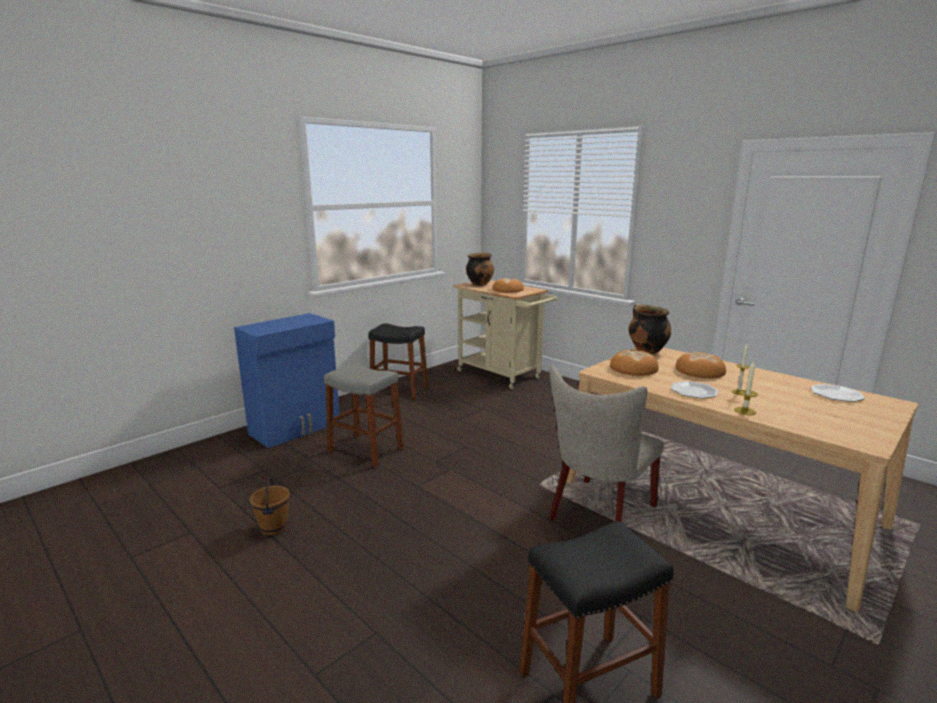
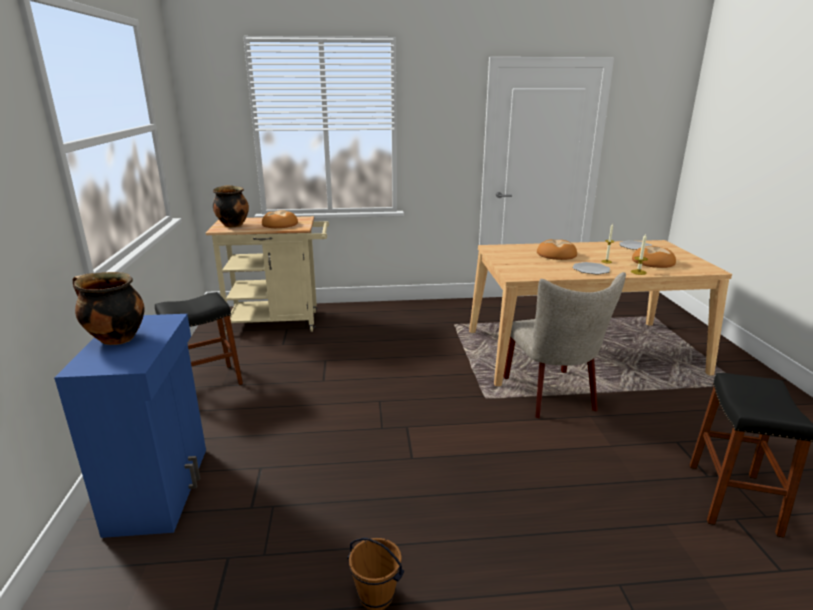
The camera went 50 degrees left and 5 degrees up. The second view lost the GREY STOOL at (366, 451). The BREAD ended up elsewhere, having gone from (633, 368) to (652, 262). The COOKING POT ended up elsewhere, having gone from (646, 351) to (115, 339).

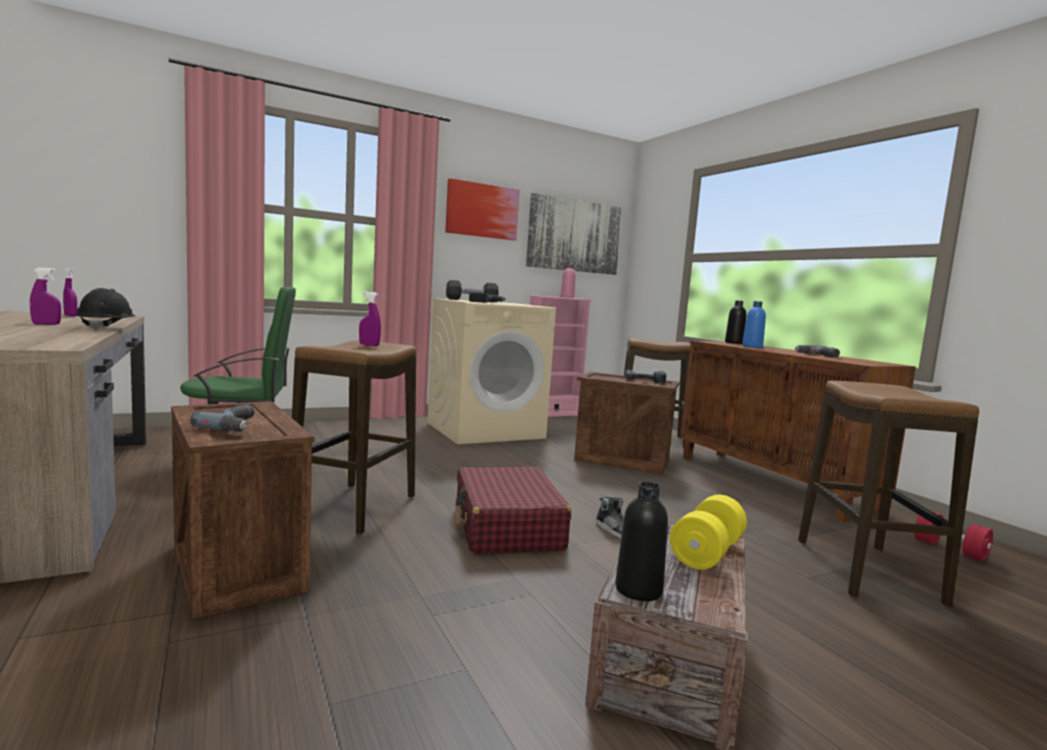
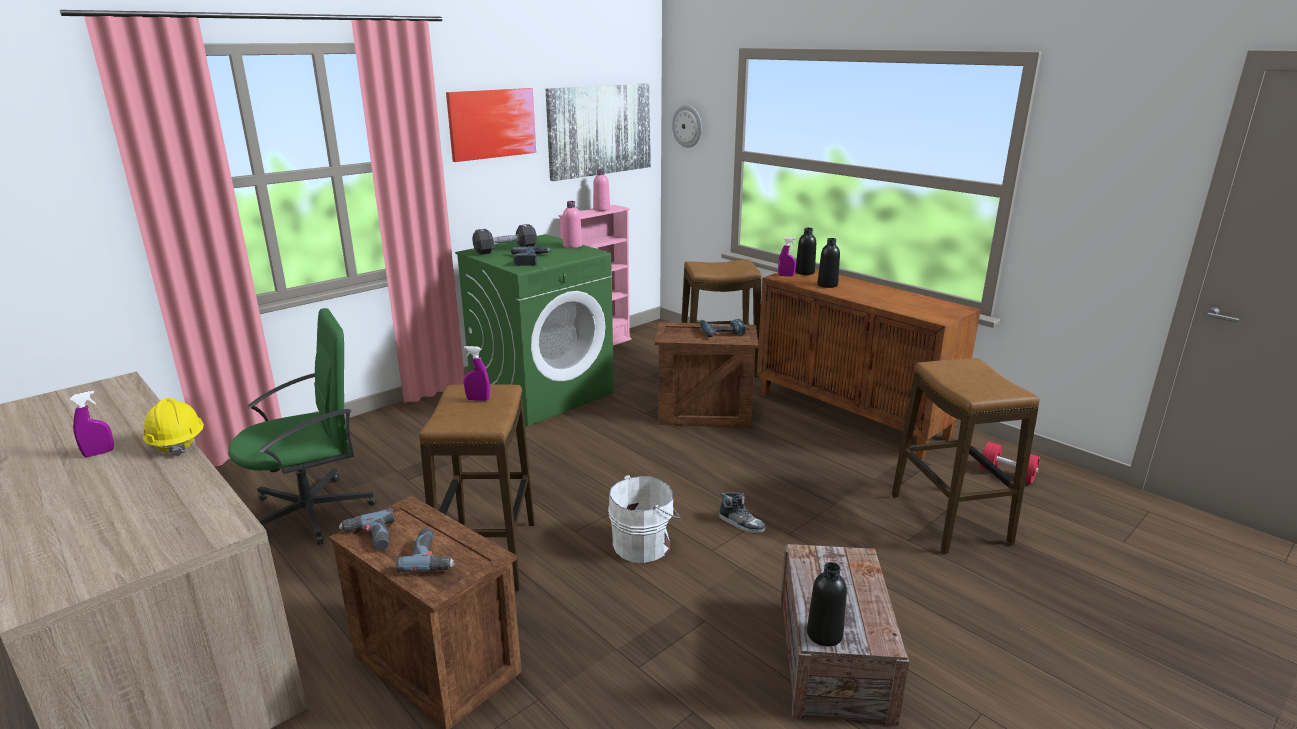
The camera went 15 degrees left and 15 degrees up. The second view lost the YELLOW DUMBBELL at (706, 553). The second view gained the PINK BOTTLE at (572, 246). The second view gained the WALL CLOCK at (687, 126). The PURPLE SPRAY BOTTLE ended up elsewhere, having gone from (70, 316) to (786, 276). The POWER DRILL ended up elsewhere, having gone from (817, 355) to (369, 538). Where the RED SUITCASE stood at (507, 527), the WHITE BUCKET came to stand at (644, 544). What was the BLACK HARD HAT at (106, 328) turned into the YELLOW HARD HAT at (177, 443). What was the BEIGE WASHING MACHINE at (485, 430) turned into the GREEN WASHING MACHINE at (542, 393). What was the BLUE BOTTLE at (752, 347) turned into the BLACK BOTTLE at (827, 285).

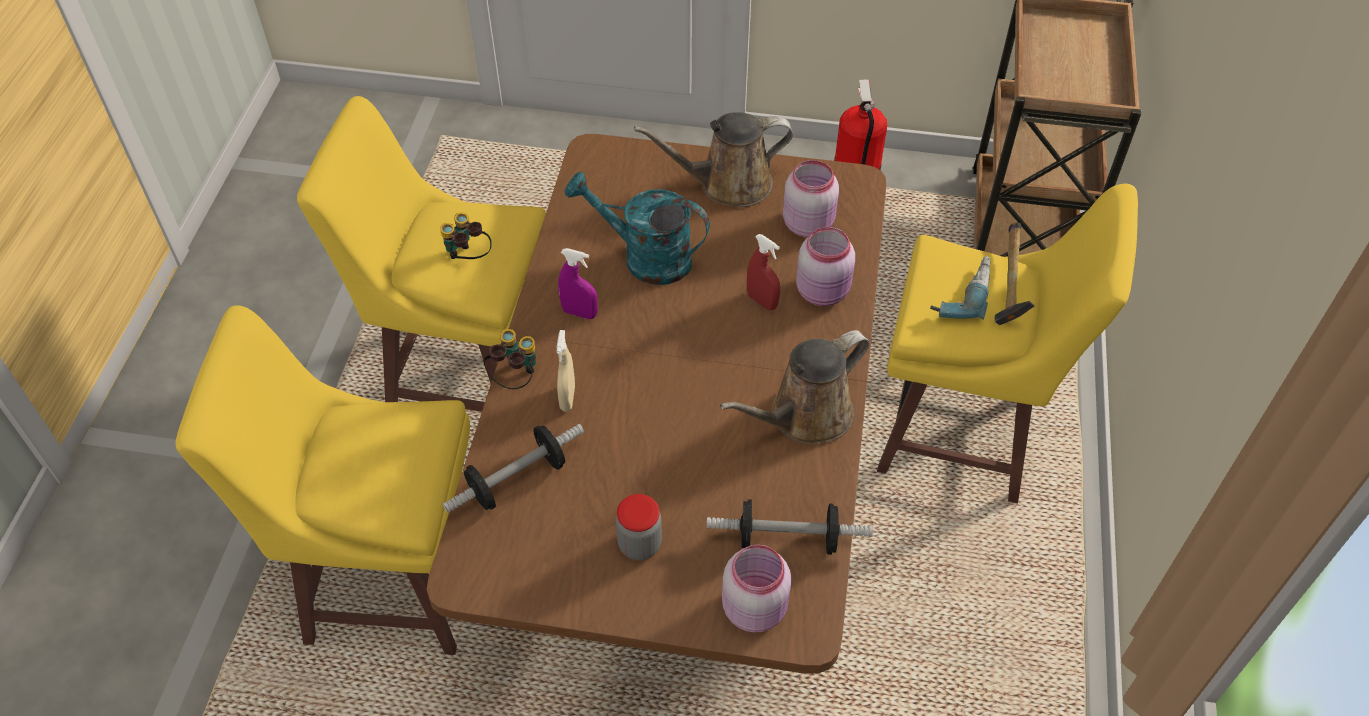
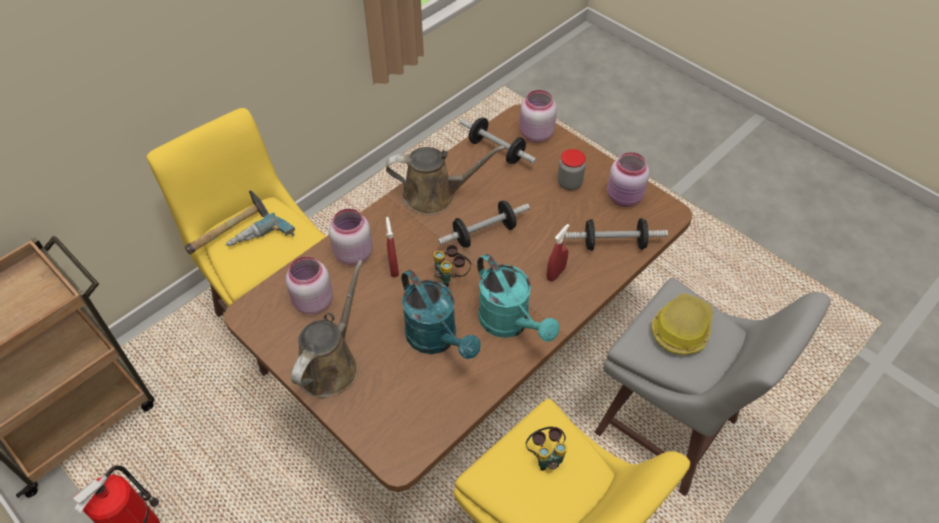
The camera went 145 degrees left and 0 degrees up. The second view gained the DUMBBELL at (484, 233). The second view gained the PINK JAR at (624, 198). The second view gained the HARD HAT at (681, 329). The BINOCULARS ended up elsewhere, having gone from (515, 378) to (451, 277). Where the PURPLE SPRAY BOTTLE stood at (579, 313), the TURQUOISE WATERING CAN came to stand at (510, 323). What was the YELLOW STOOL at (389, 579) turned into the GREY STOOL at (669, 430). What was the BEIGE SPRAY BOTTLE at (567, 398) turned into the RED SPRAY BOTTLE at (555, 273). The BROWN WATERING CAN at (728, 184) ended up facing another way, 90 degrees counterclockwise from before.

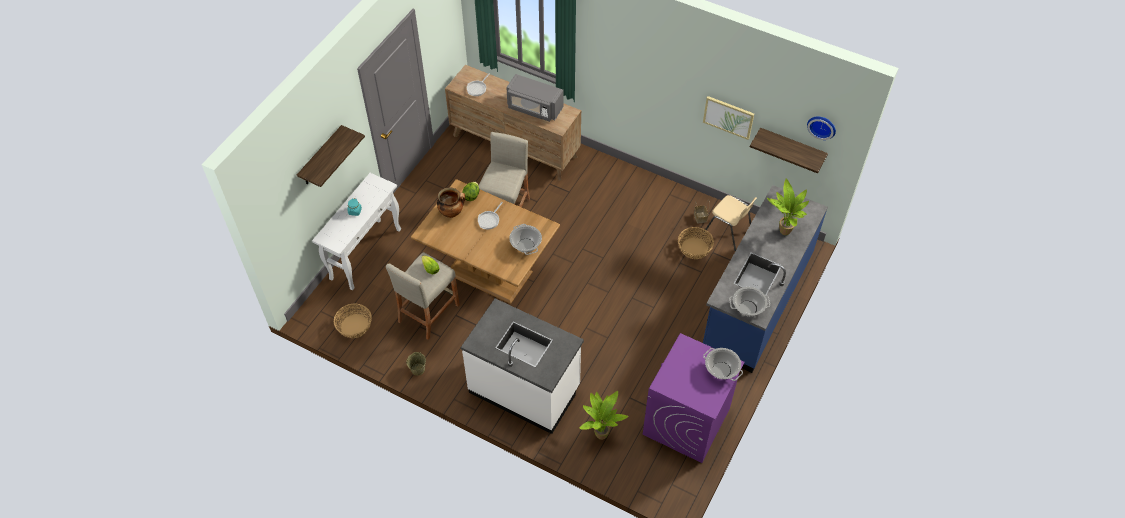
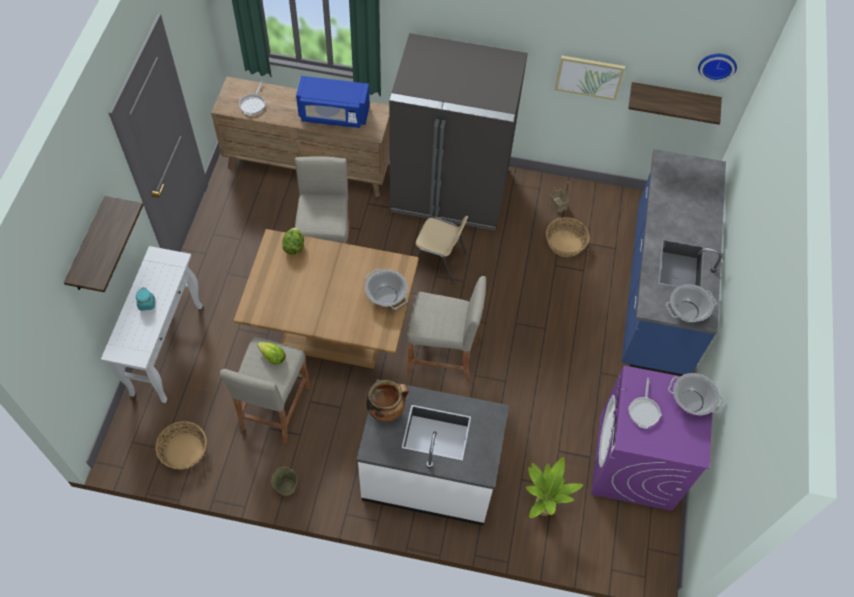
The camera went 20 degrees left and 5 degrees up. The second view lost the POTTED PLANT at (782, 231). The second view gained the GREY FRIDGE at (450, 192). The second view gained the BEIGE STOOL at (442, 356). The COOKING POT ended up elsewhere, having gone from (452, 212) to (386, 410). The FRYING PAN ended up elsewhere, having gone from (489, 220) to (644, 410). The BEIGE CHAIR ended up elsewhere, having gone from (728, 232) to (438, 261). What was the GREY MICROWAVE at (534, 108) turned into the BLUE MICROWAVE at (334, 114).

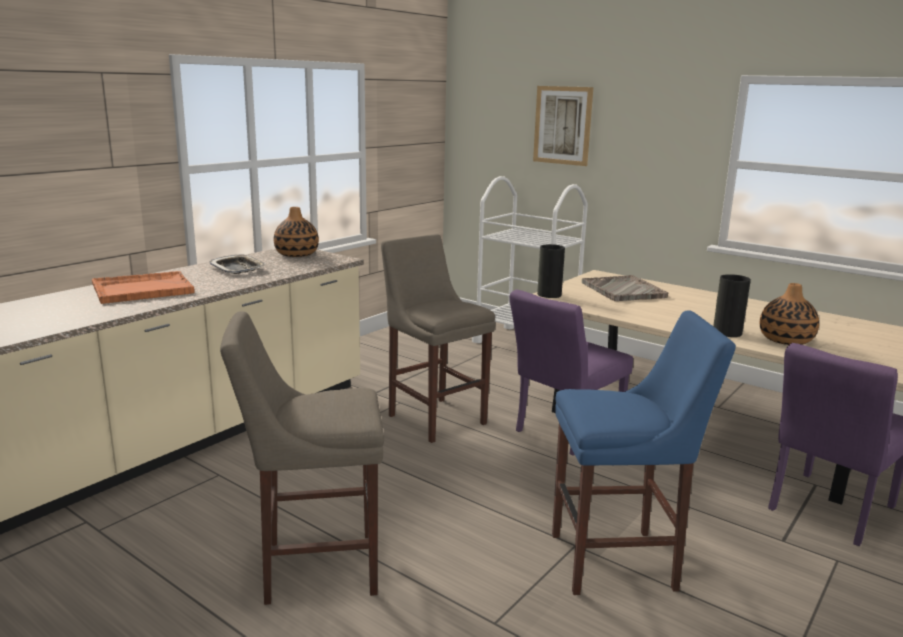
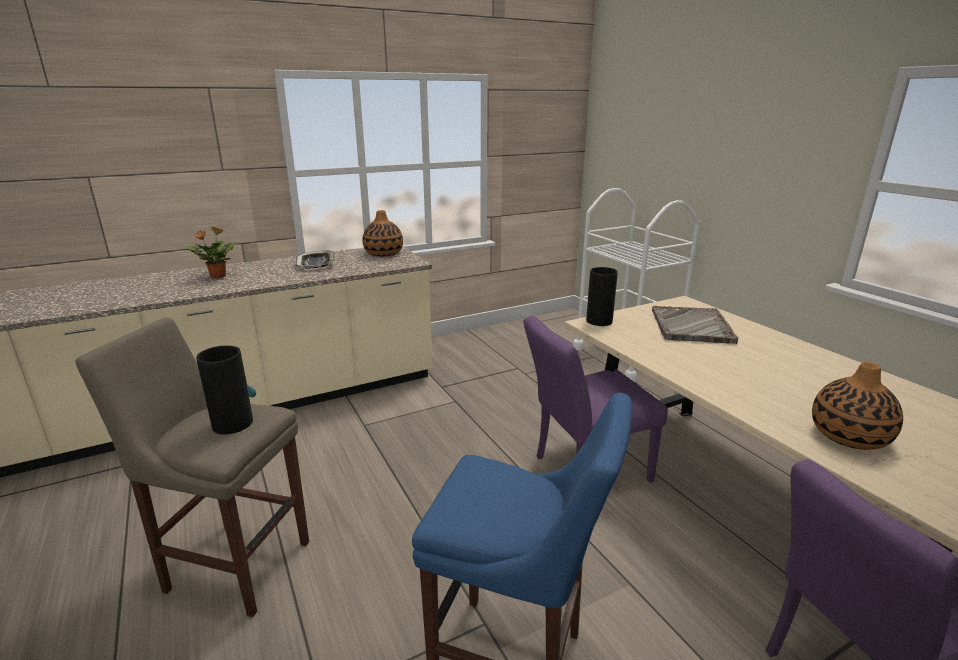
The camera went 25 degrees right and 5 degrees up. The second view lost the BEIGE STOOL at (434, 417). The second view lost the PICTURE at (562, 125). The VASE ended up elsewhere, having gone from (726, 332) to (233, 423). Where the ORANGE TRAY stood at (142, 289), the POTTED PLANT came to stand at (217, 276).

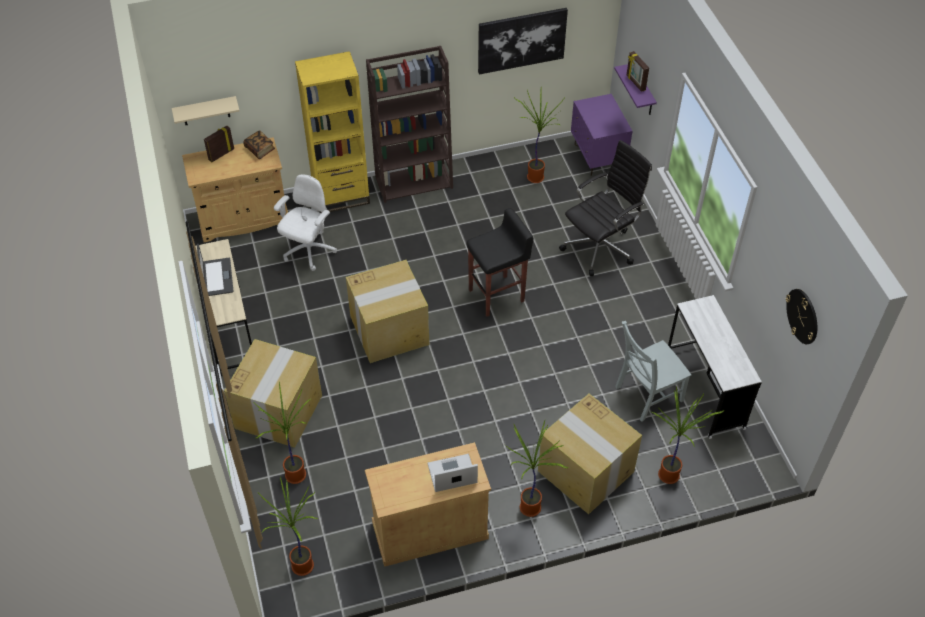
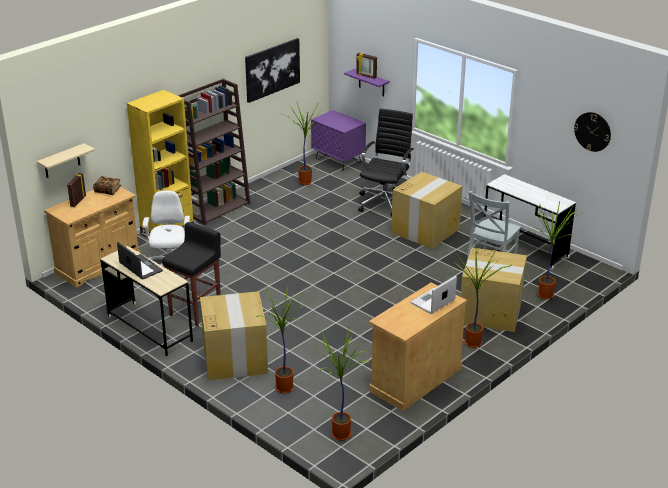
The camera went 30 degrees left and 20 degrees down. The CARDBOARD BOX ended up elsewhere, having gone from (390, 330) to (426, 230). The BLACK STOOL ended up elsewhere, having gone from (497, 296) to (196, 311).

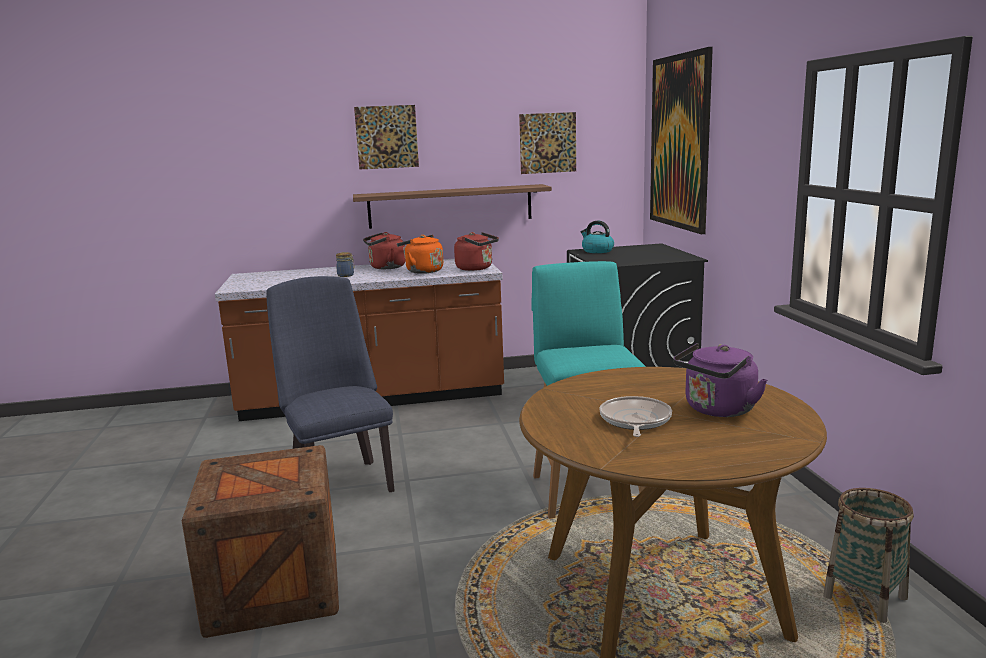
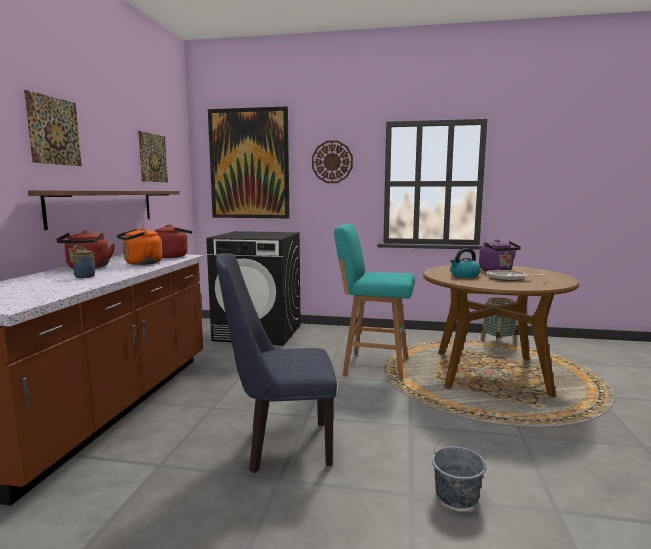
The camera went 70 degrees left and 5 degrees down. The second view gained the WALL CLOCK at (332, 162). The KETTLE ended up elsewhere, having gone from (597, 251) to (464, 275). Where the CRATE stood at (274, 589), the GREY BUCKET came to stand at (456, 495).

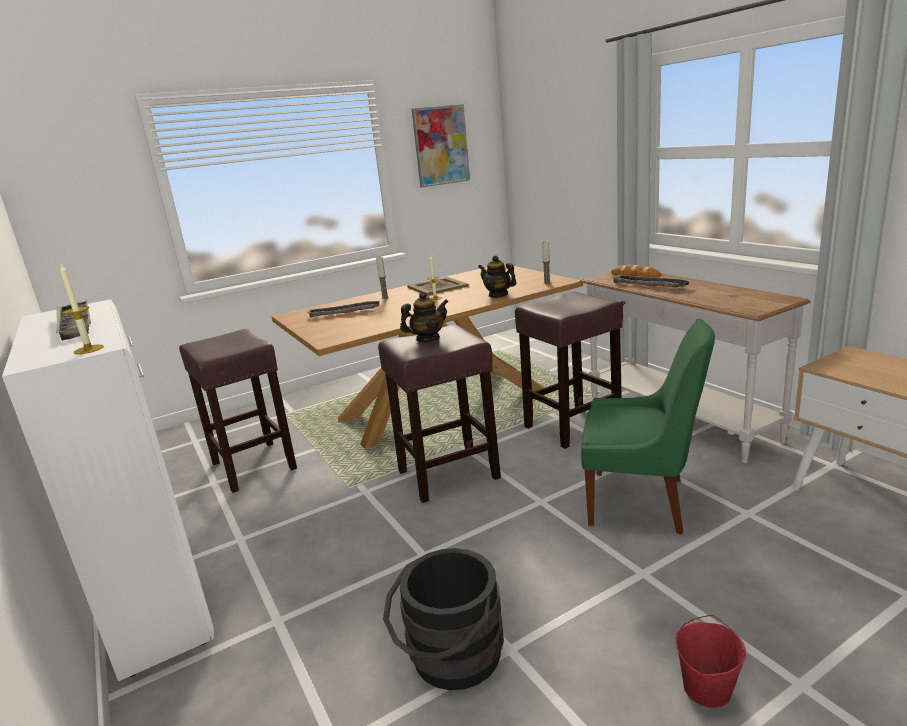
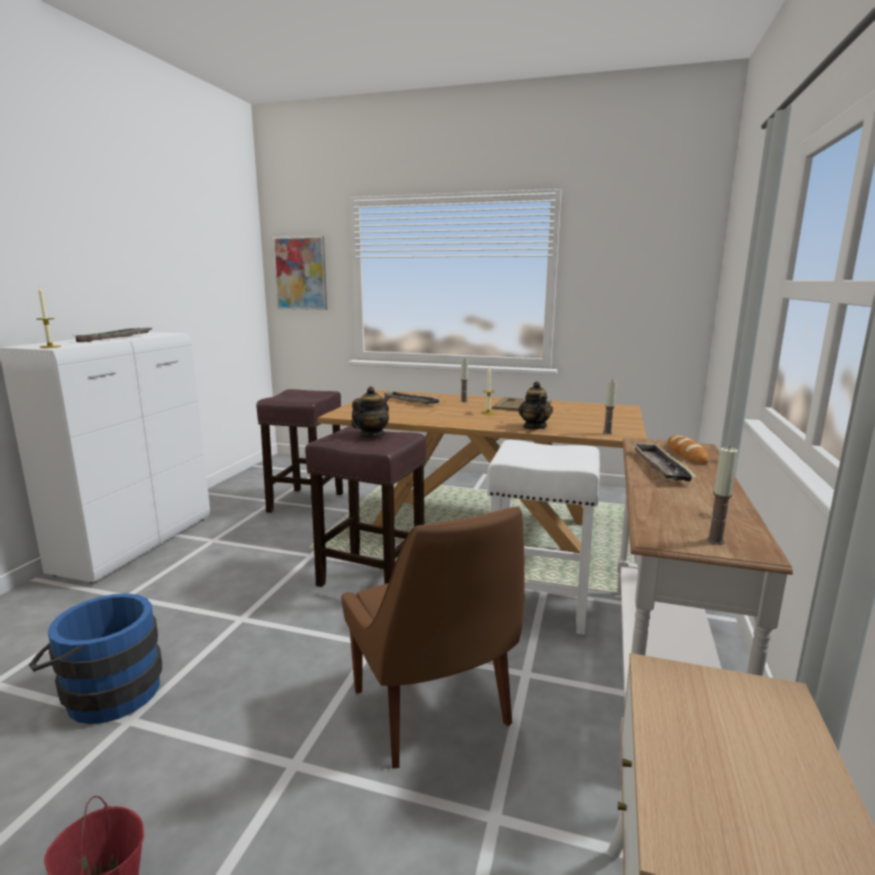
The camera went 45 degrees right and 5 degrees down. The second view gained the CANDLE at (715, 541). The PICTURE ended up elsewhere, having gone from (441, 146) to (300, 273). What was the BLACK BUCKET at (450, 659) turned into the BLUE BUCKET at (105, 693). What was the BROWN STOOL at (571, 426) turned into the WHITE STOOL at (536, 605). What was the GREEN CHAIR at (641, 502) turned into the BROWN CHAIR at (433, 711). The TEAPOT at (427, 339) ended up facing another way, 75 degrees counterclockwise from before.

